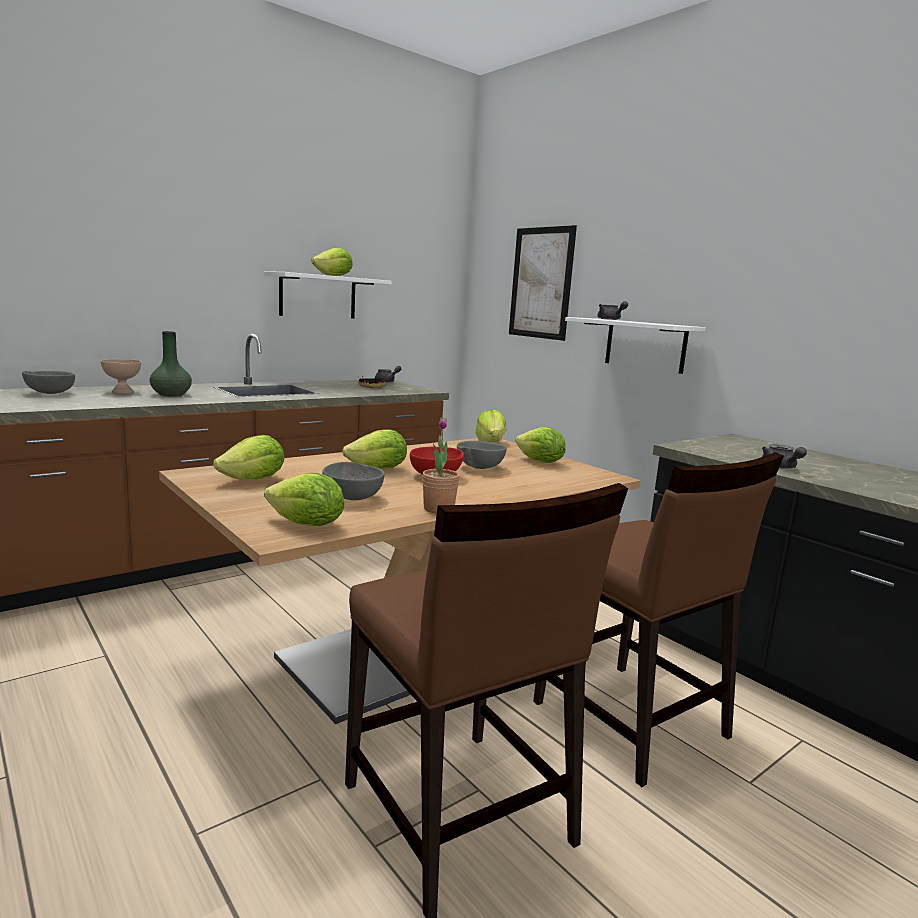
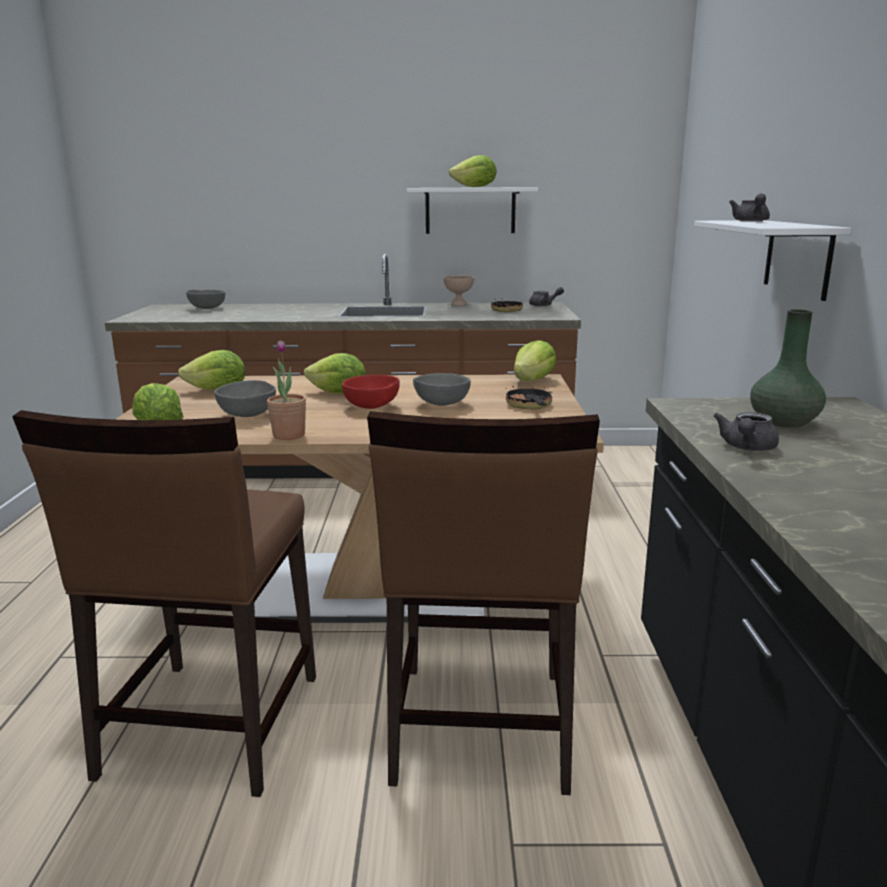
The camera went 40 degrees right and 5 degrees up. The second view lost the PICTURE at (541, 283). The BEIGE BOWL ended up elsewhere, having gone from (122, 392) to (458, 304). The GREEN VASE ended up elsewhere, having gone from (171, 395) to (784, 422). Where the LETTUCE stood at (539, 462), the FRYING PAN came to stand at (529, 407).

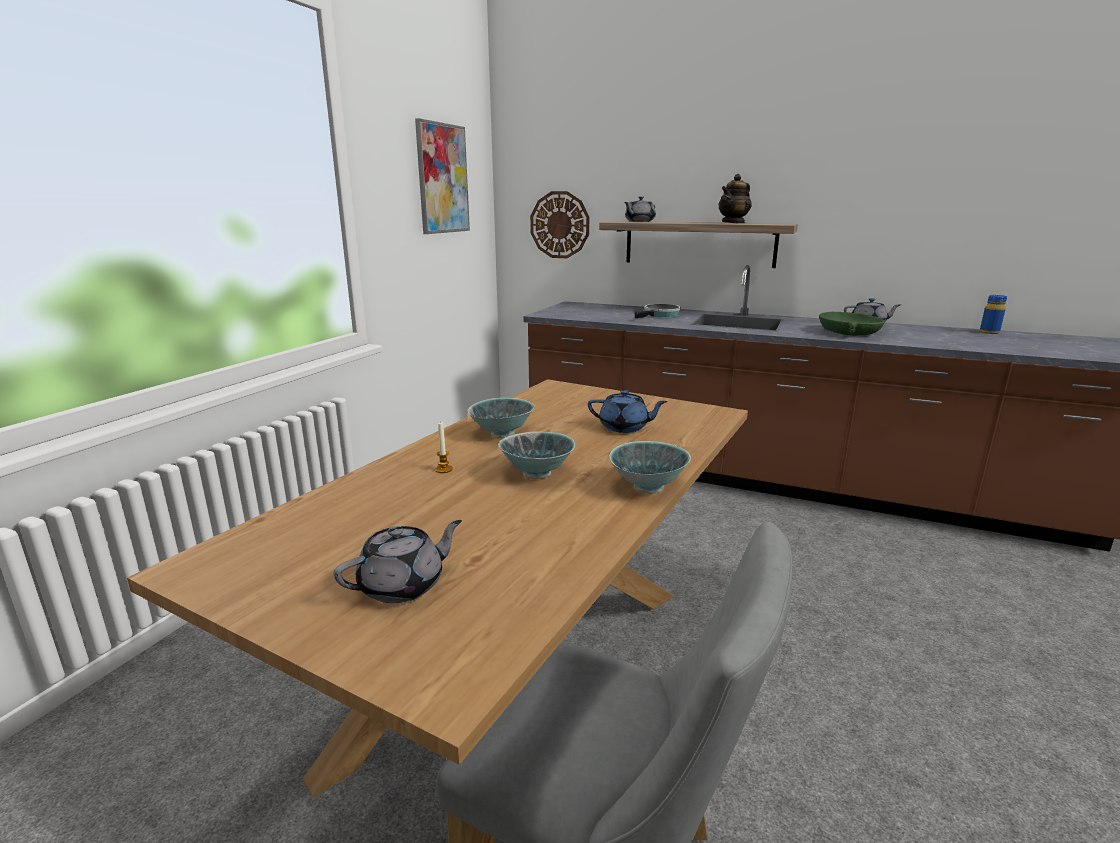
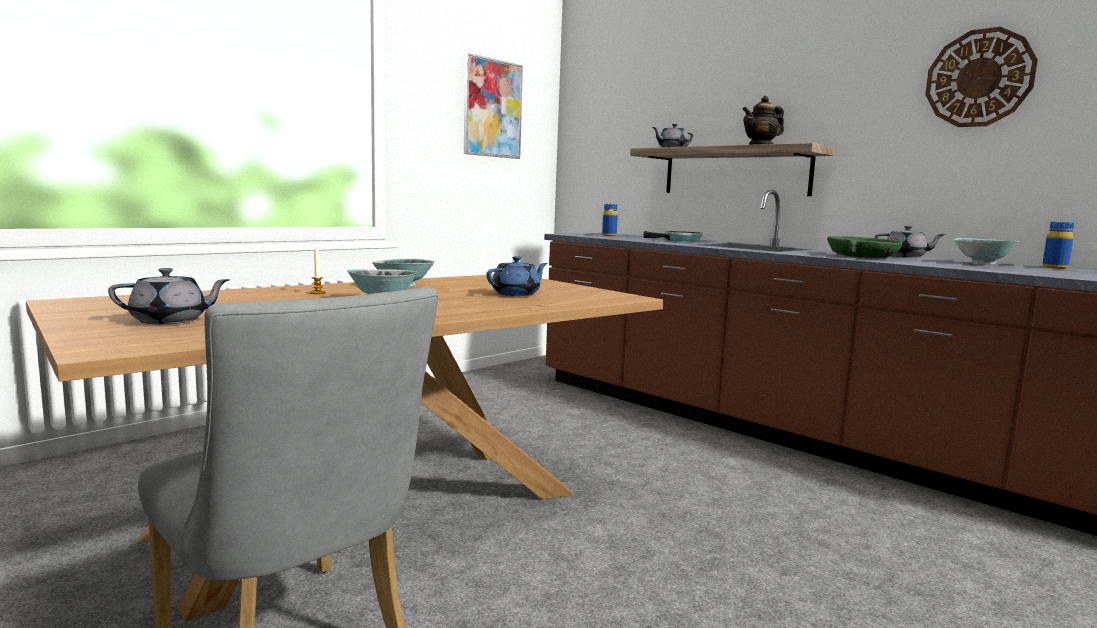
The camera went 20 degrees right and 10 degrees down. The second view gained the BLUE BOTTLE at (609, 235). The WALL CLOCK ended up elsewhere, having gone from (559, 225) to (979, 78). The BOWL ended up elsewhere, having gone from (648, 487) to (983, 264). The BLUE TEAPOT at (624, 427) ended up facing another way, 75 degrees counterclockwise from before.

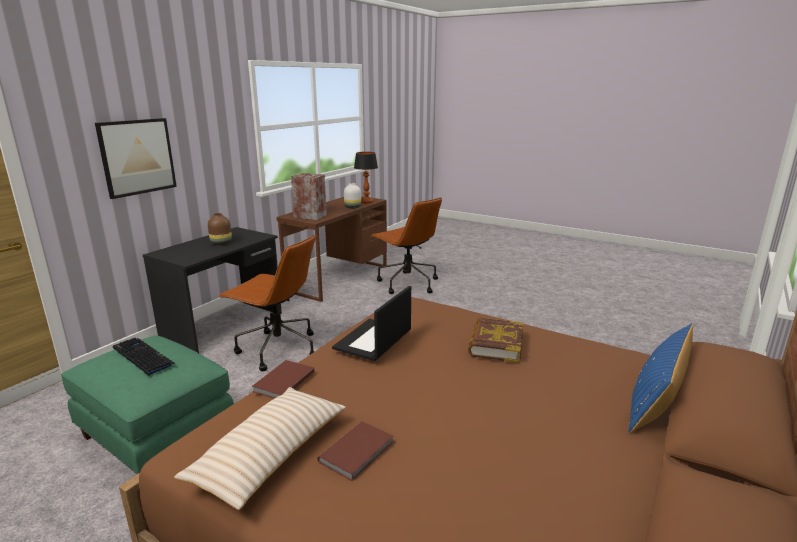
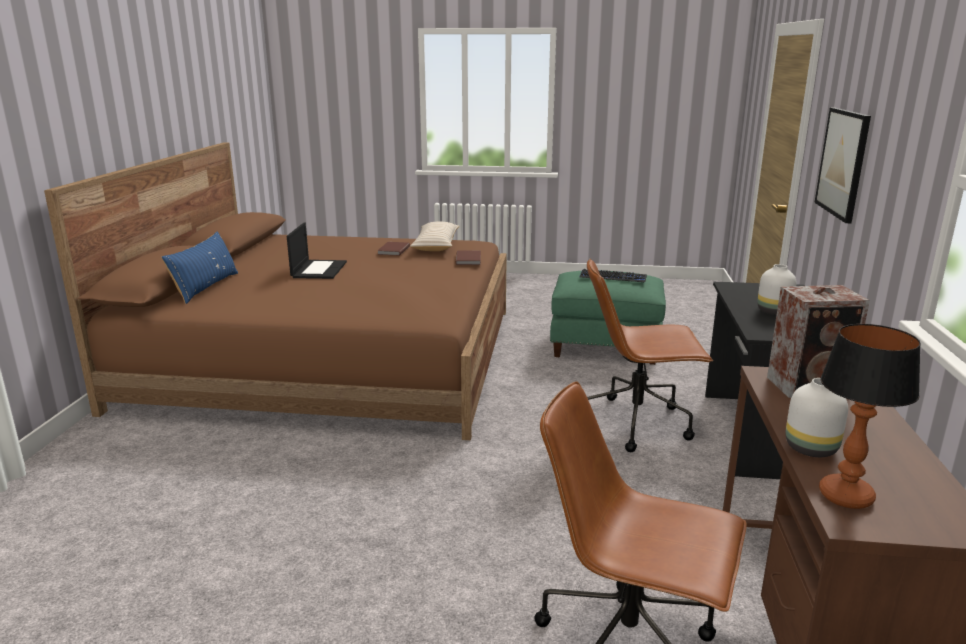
The camera went 155 degrees right and 0 degrees up. The second view lost the BOOK at (495, 344). The LAPTOP ended up elsewhere, having gone from (373, 340) to (318, 269). What was the BROWN VASE at (221, 243) turned into the WHITE VASE at (774, 311).

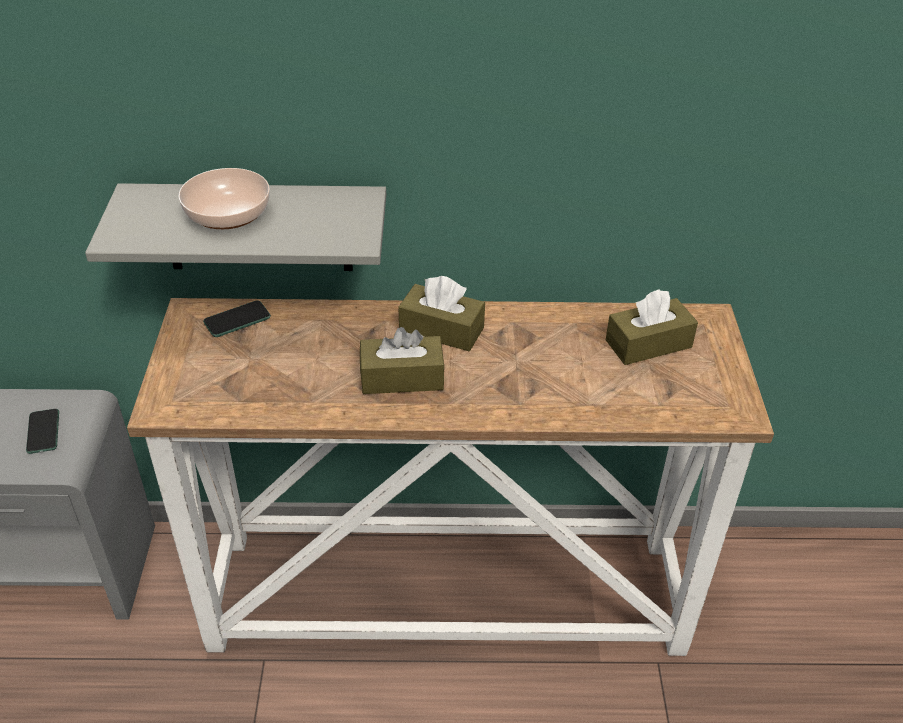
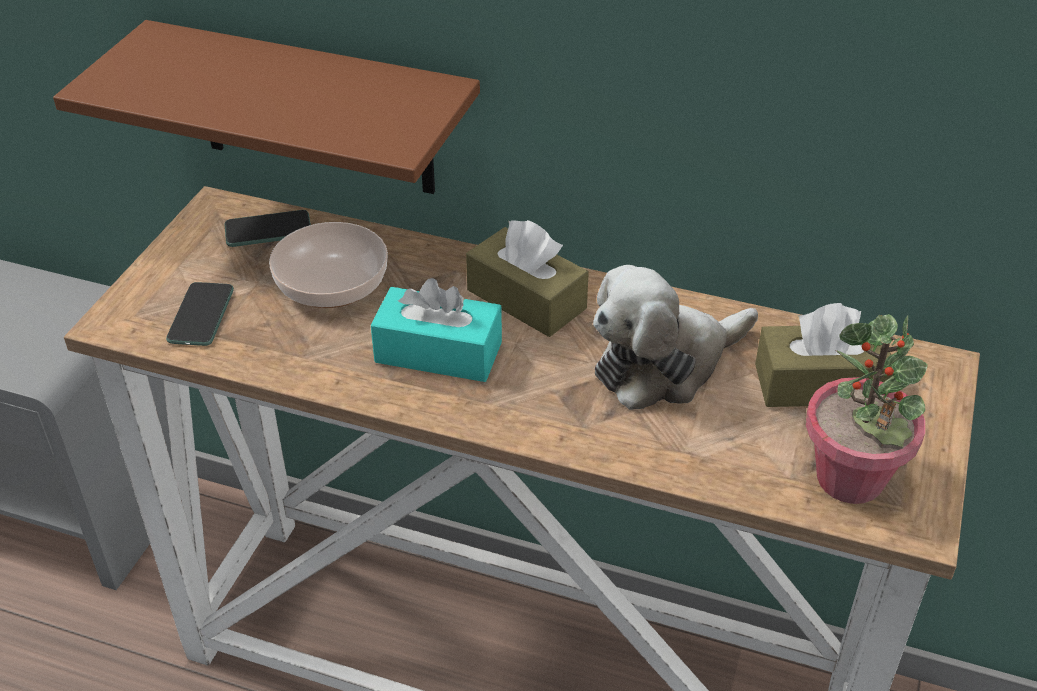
The camera went 20 degrees right and 0 degrees up. The second view gained the PLUSH TOY at (664, 365). The second view gained the POTTED PLANT at (850, 479). The PHONE ended up elsewhere, having gone from (43, 432) to (201, 315). The BOWL ended up elsewhere, having gone from (229, 215) to (333, 286). What was the GREY SHELF at (258, 227) turned into the BROWN SHELF at (314, 110). What was the BROWN TISSUE BOX at (402, 378) turned into the TURQUOISE TISSUE BOX at (438, 352).

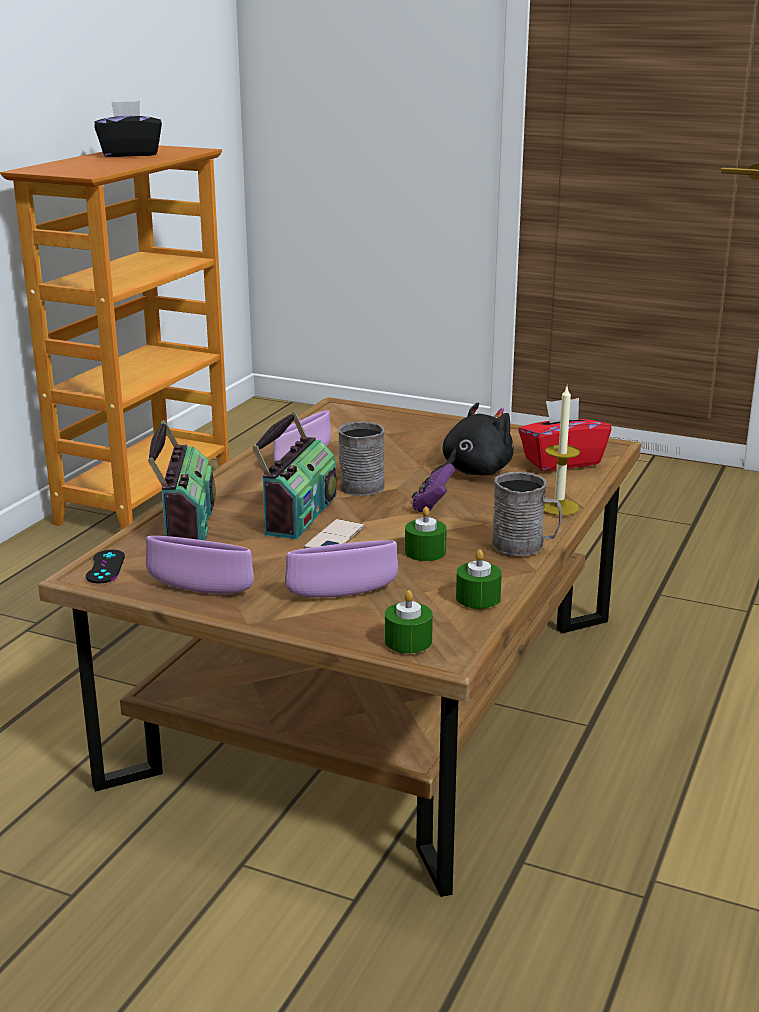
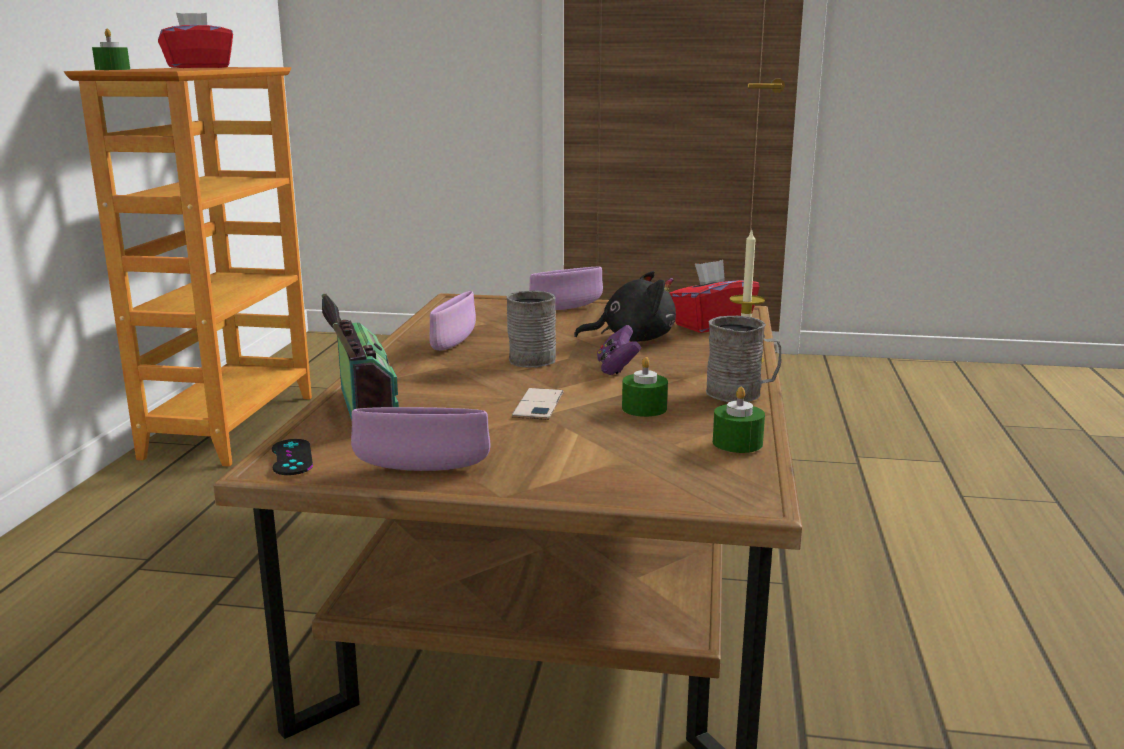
The camera went 15 degrees left and 5 degrees down. The second view lost the RADIO at (298, 514). The PURPLE BOWL ended up elsewhere, having gone from (342, 594) to (566, 308). The GREEN CANDLE ended up elsewhere, having gone from (408, 641) to (112, 69). What was the BLACK TISSUE BOX at (129, 154) turned into the RED TISSUE BOX at (198, 67). The BLACK PLUSH TOY at (472, 472) ended up facing another way, 45 degrees clockwise from before.

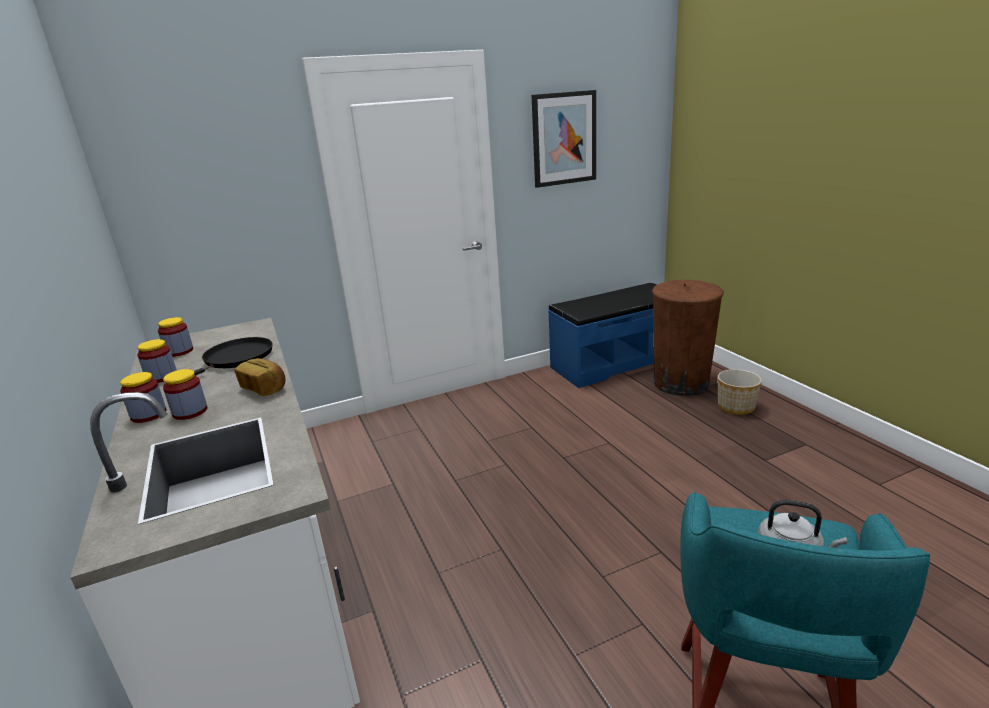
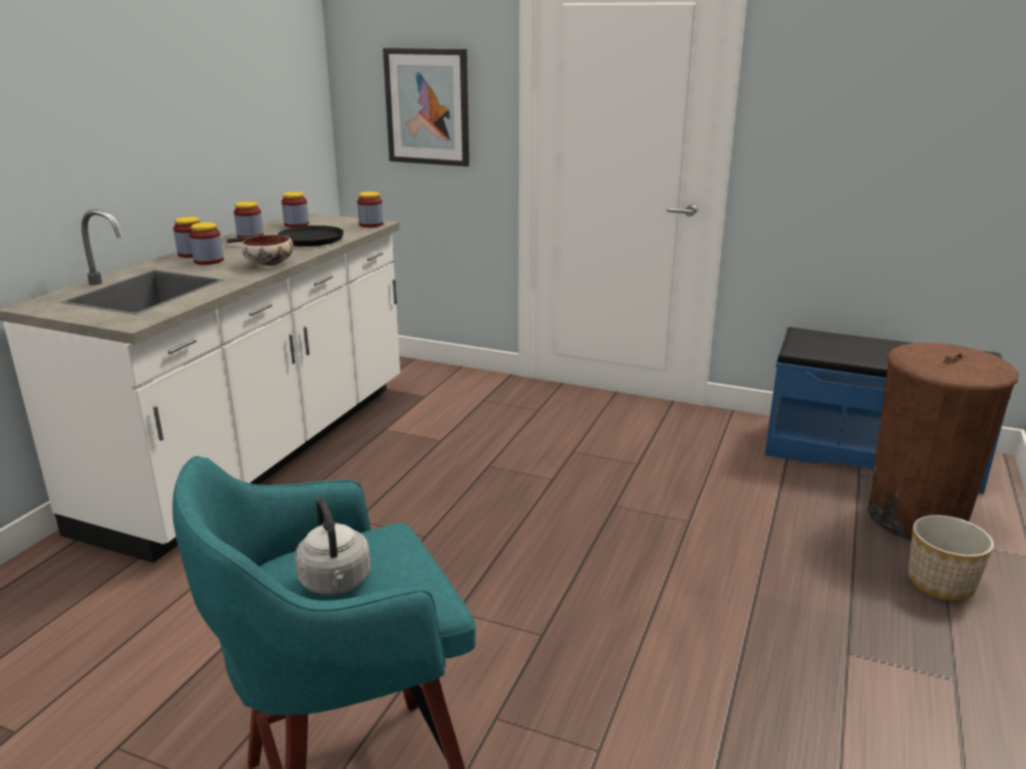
The camera went 45 degrees right and 0 degrees up. The second view gained the JAR at (371, 224). The PICTURE ended up elsewhere, having gone from (564, 139) to (427, 107). Where the BREAD stood at (264, 388), the BOWL came to stand at (269, 264).

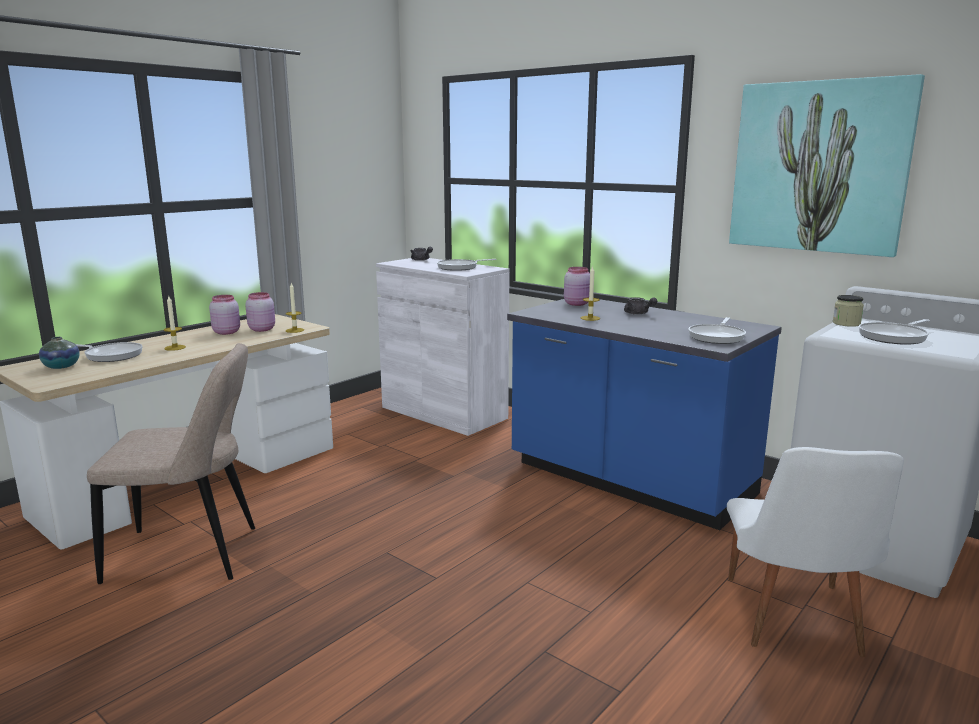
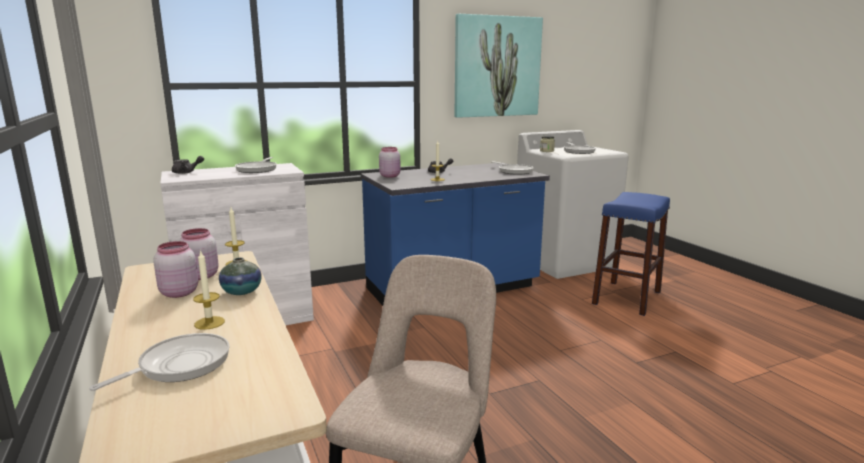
The camera went 65 degrees left and 0 degrees up. The VASE ended up elsewhere, having gone from (61, 366) to (241, 291). Where the WHITE CHAIR stood at (794, 623), the BLUE STOOL came to stand at (627, 298).

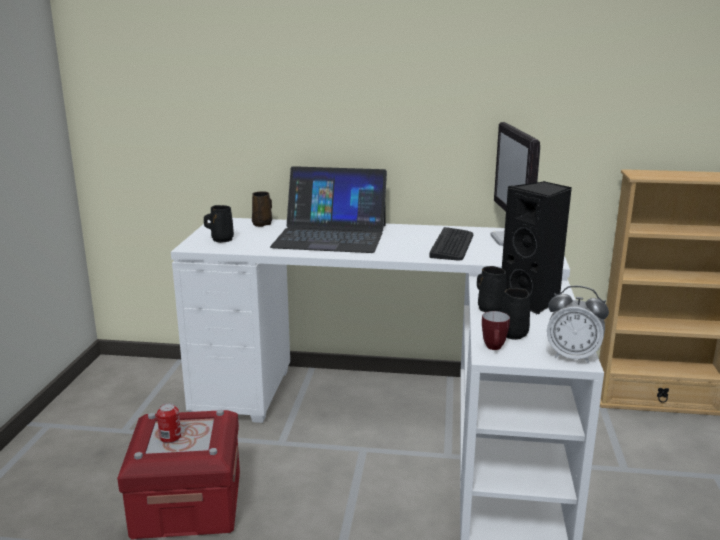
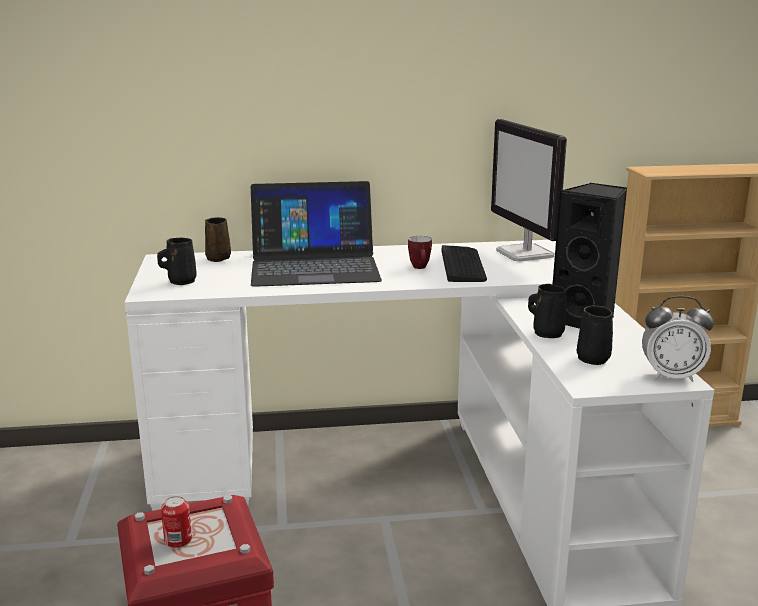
The camera went 15 degrees left and 0 degrees up. The MUG ended up elsewhere, having gone from (494, 349) to (420, 268).

